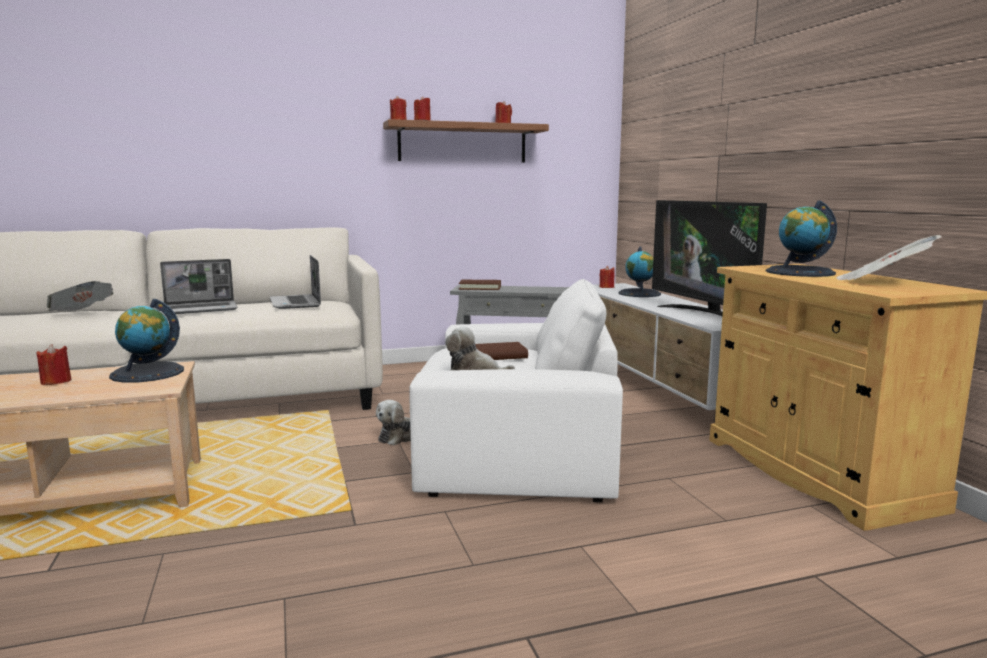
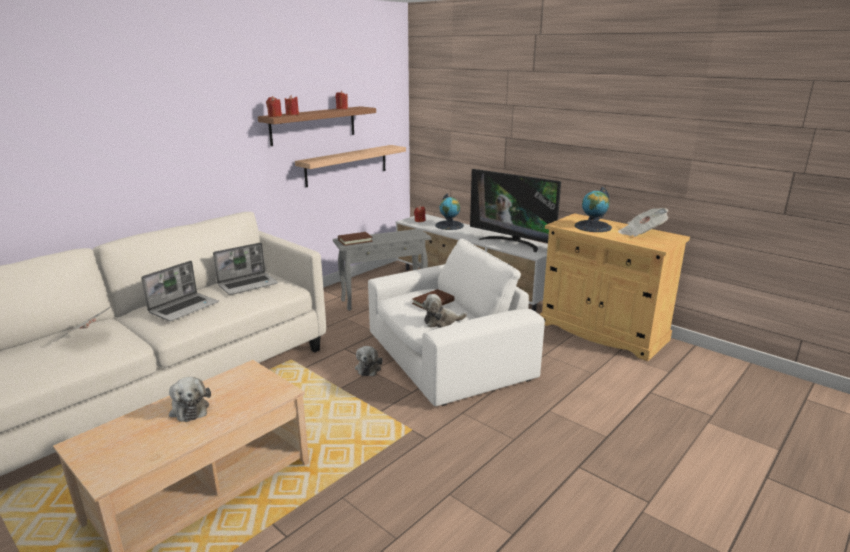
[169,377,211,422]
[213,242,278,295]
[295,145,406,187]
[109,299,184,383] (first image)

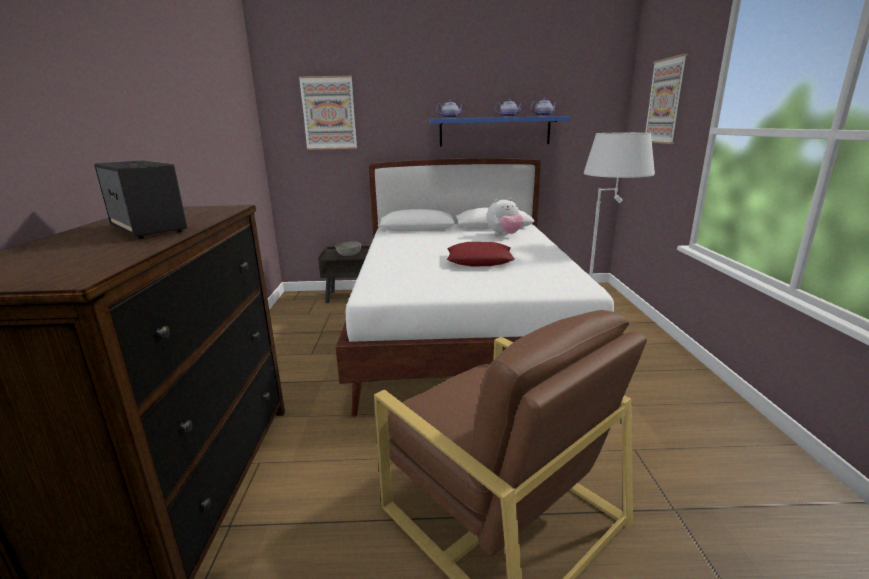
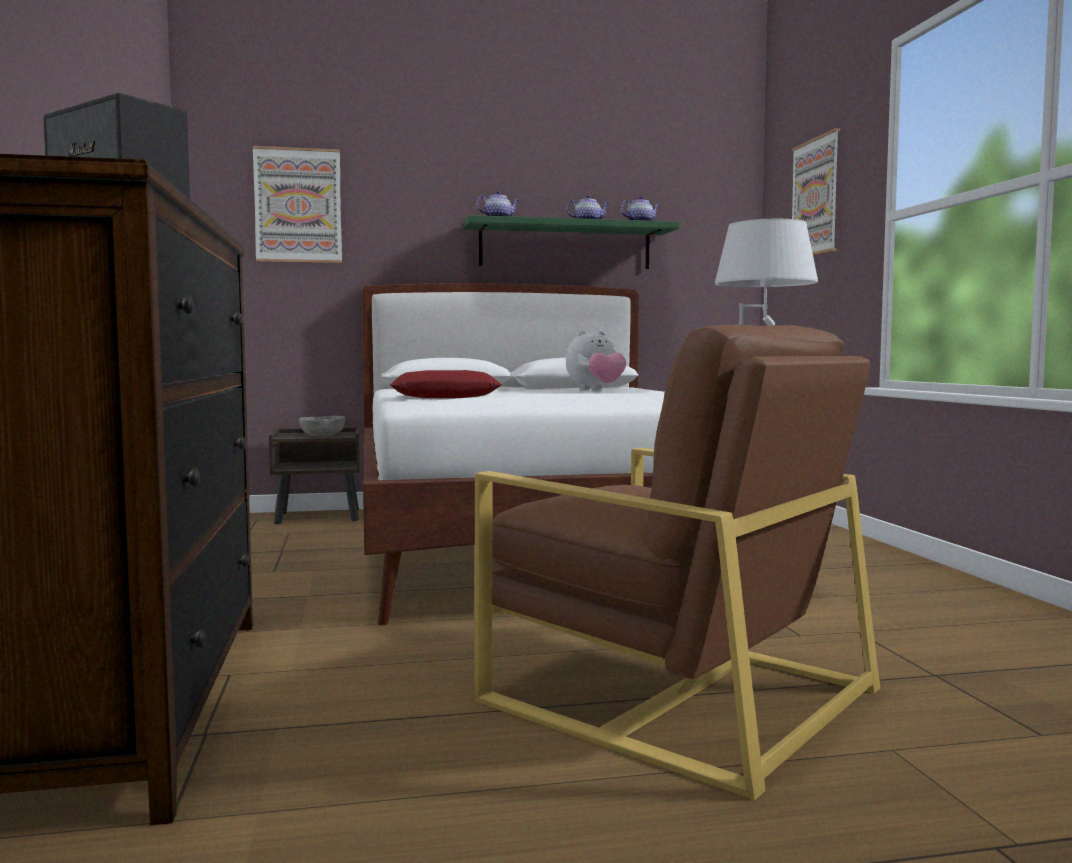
[390,370,502,398]
[463,215,680,269]

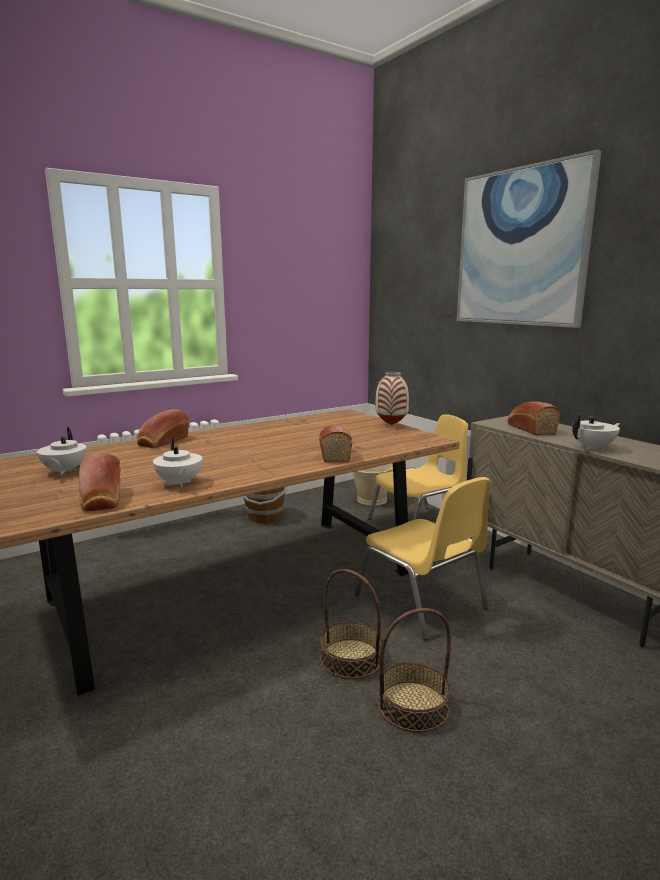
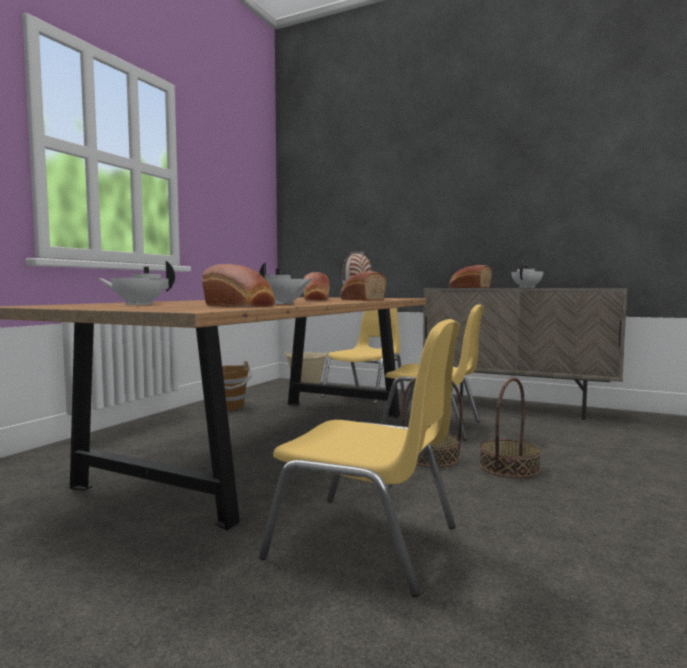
[97,260,175,305]
[259,319,460,597]
[304,272,330,301]
[457,150,601,328] (first image)

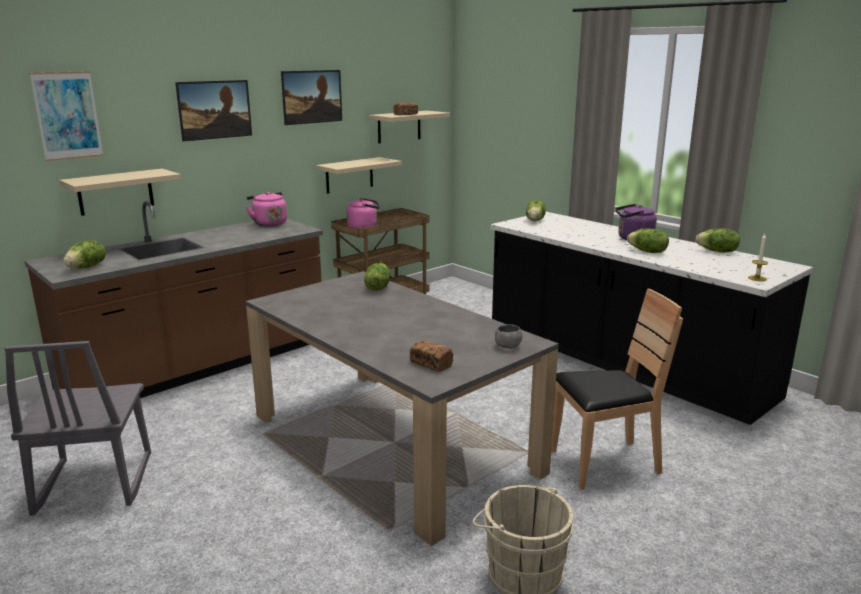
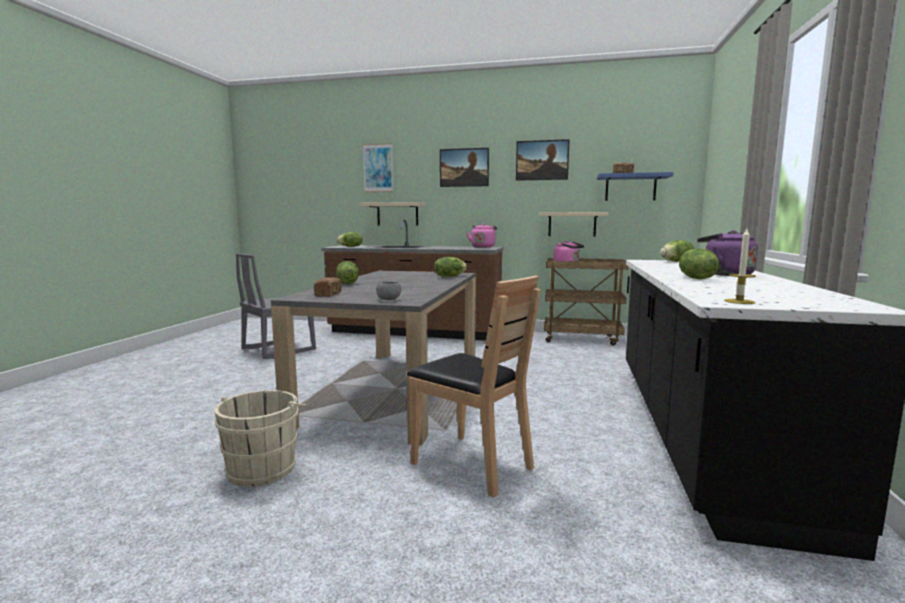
[336,261,359,284]
[597,172,674,201]

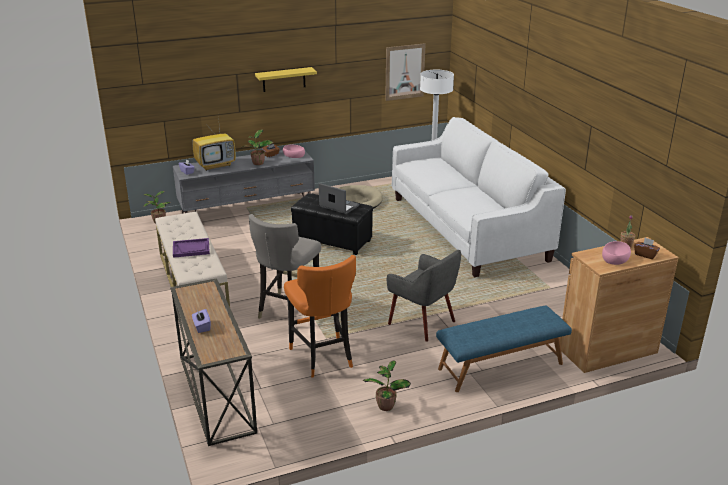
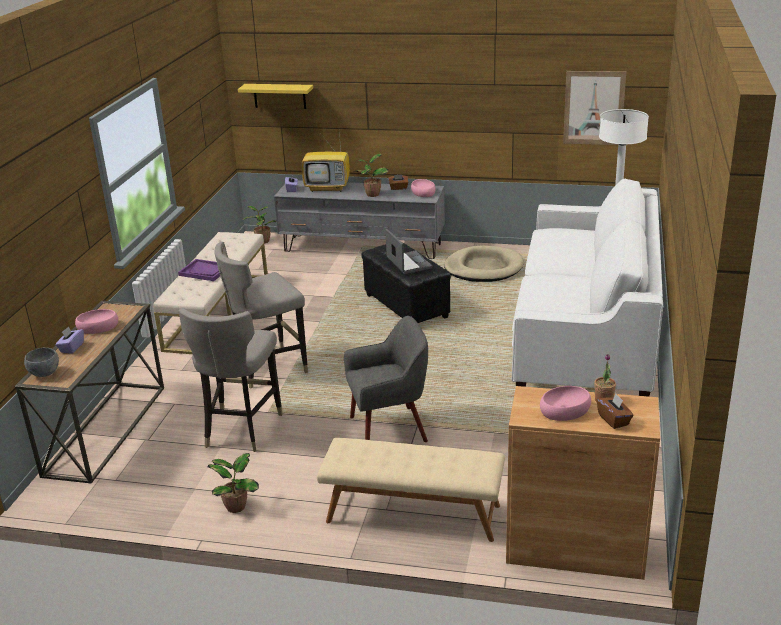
[24,348,59,377]
[75,309,118,334]
[179,308,283,452]
[238,84,313,109]
[317,438,505,542]
[344,316,428,442]

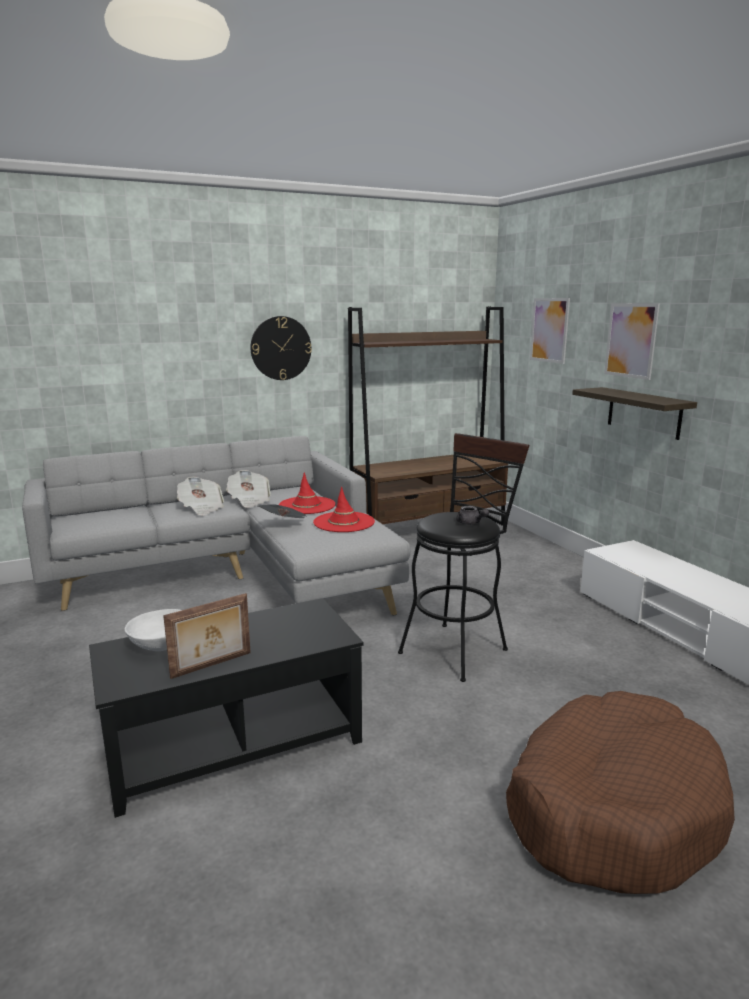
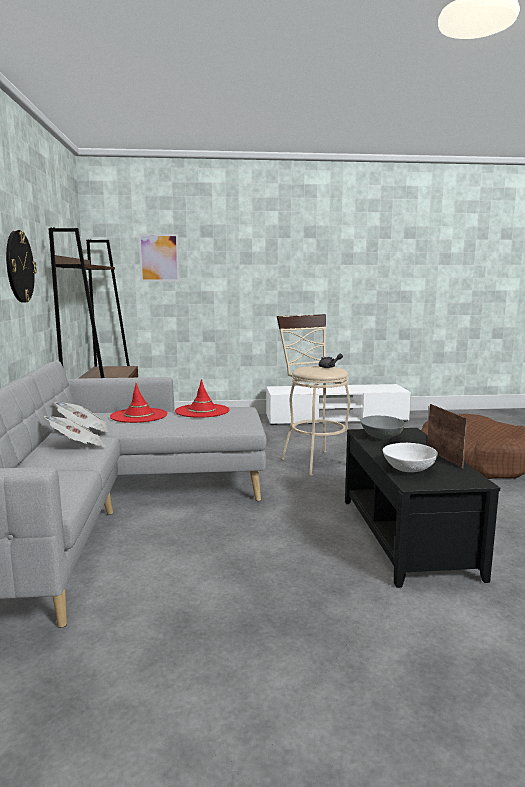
[277,314,350,476]
[361,416,405,439]
[258,504,306,518] (first image)
[572,387,697,440] (first image)
[604,303,660,380] (first image)

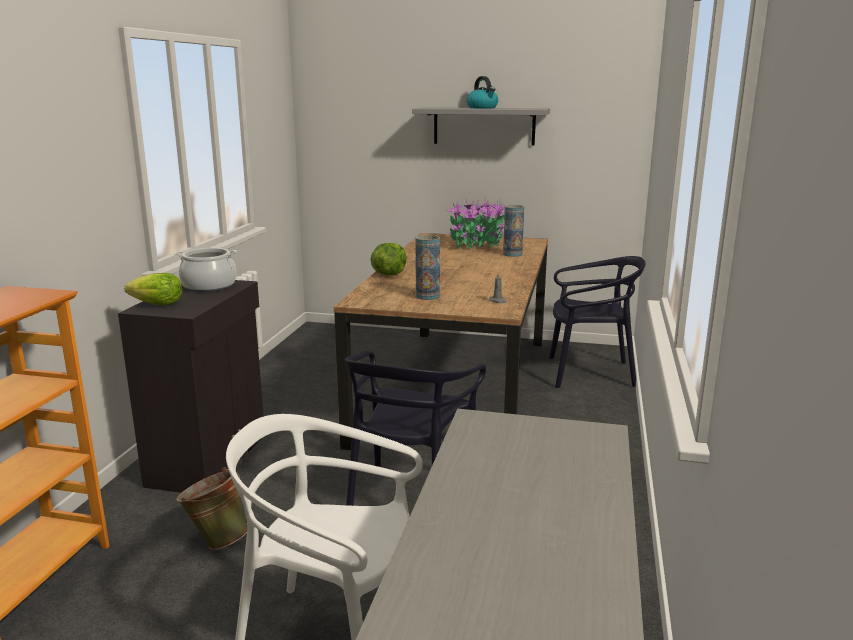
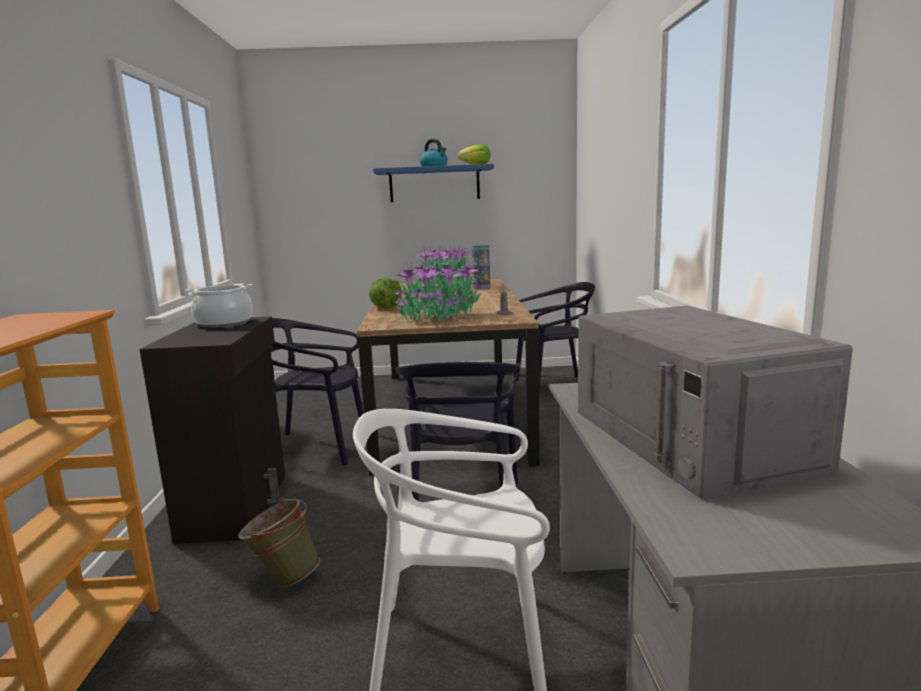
[270,318,364,466]
[373,164,494,202]
[395,260,483,323]
[458,145,490,165]
[578,306,853,500]

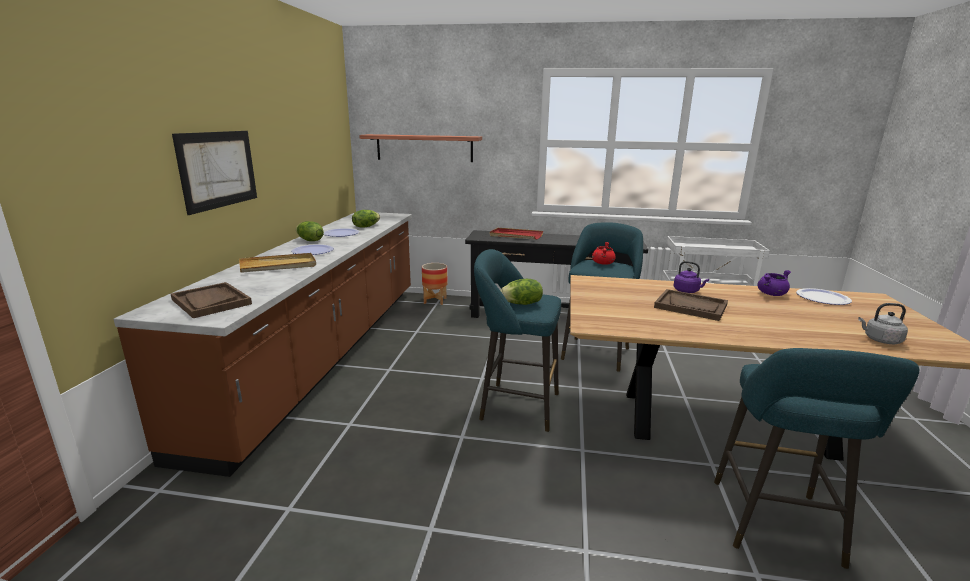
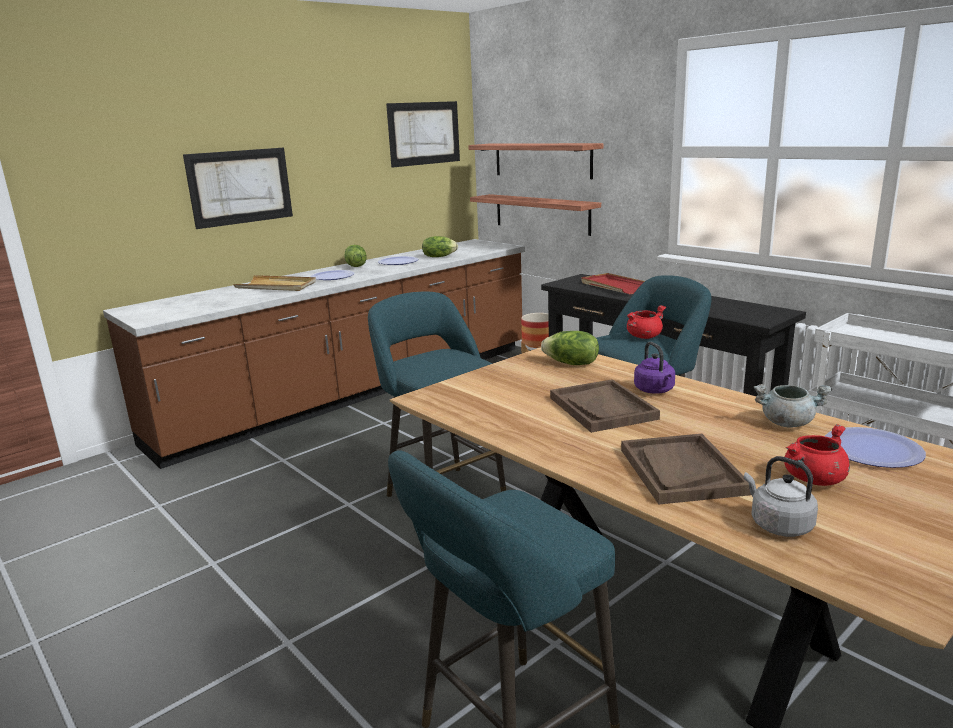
[386,101,460,168]
[470,194,601,236]
[541,331,599,365]
[621,434,751,504]
[754,384,832,427]
[784,424,850,486]

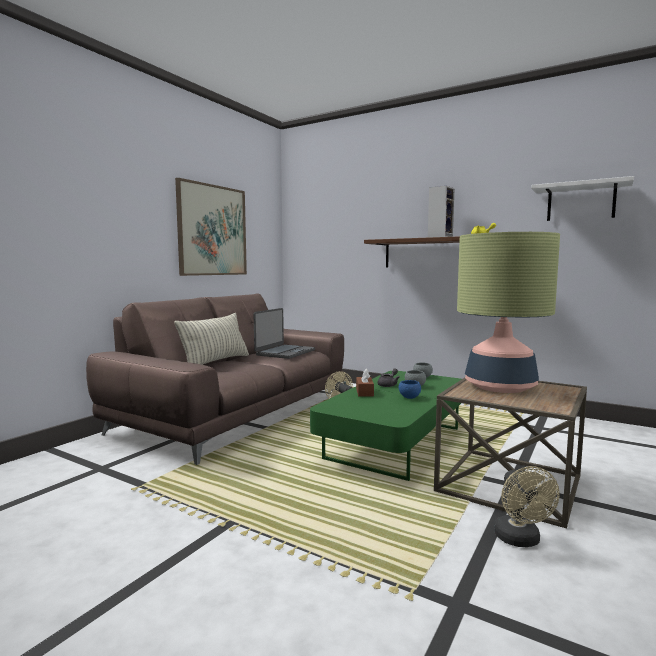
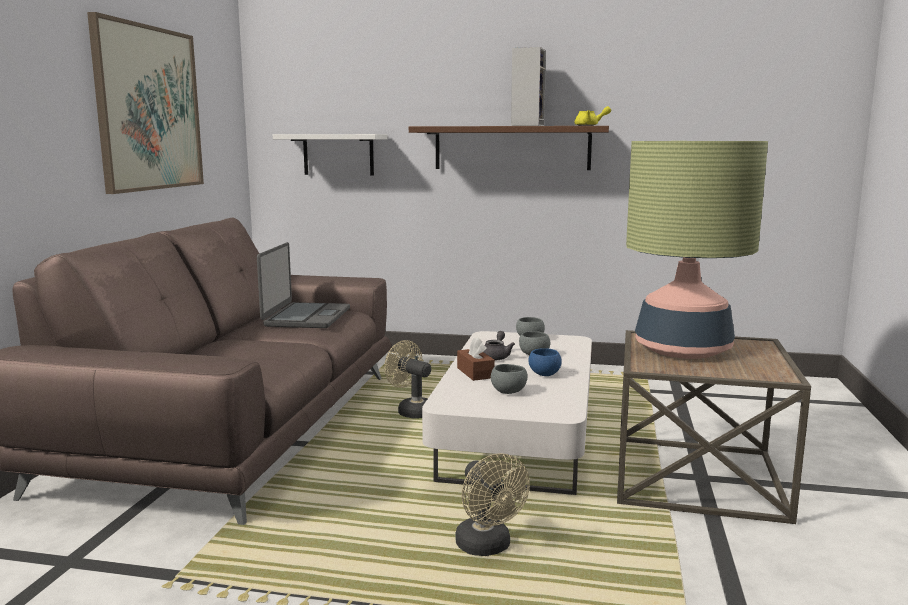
[273,134,388,175]
[422,331,592,495]
[456,453,530,556]
[491,364,528,394]
[174,313,249,365] (first image)

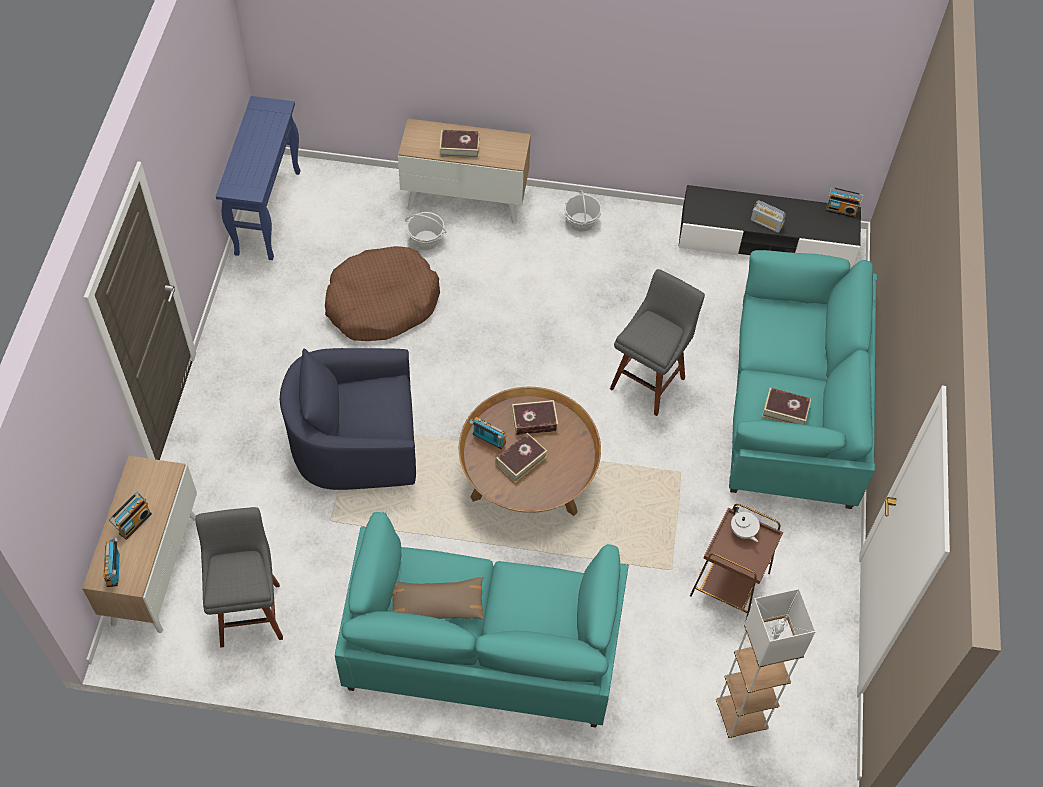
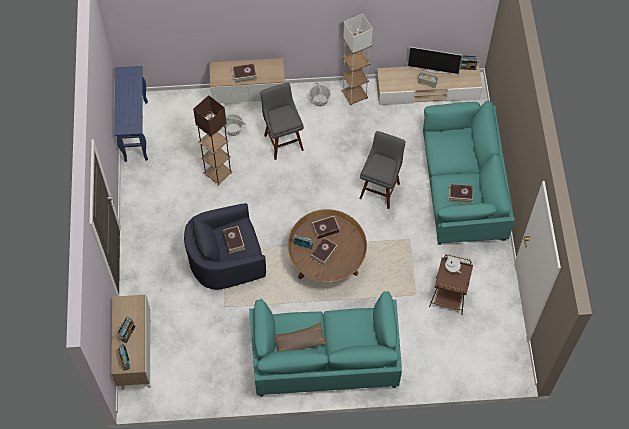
[193,95,232,185]
[223,226,245,254]
[260,82,304,160]
[341,14,373,105]
[376,63,482,105]
[407,47,463,74]

